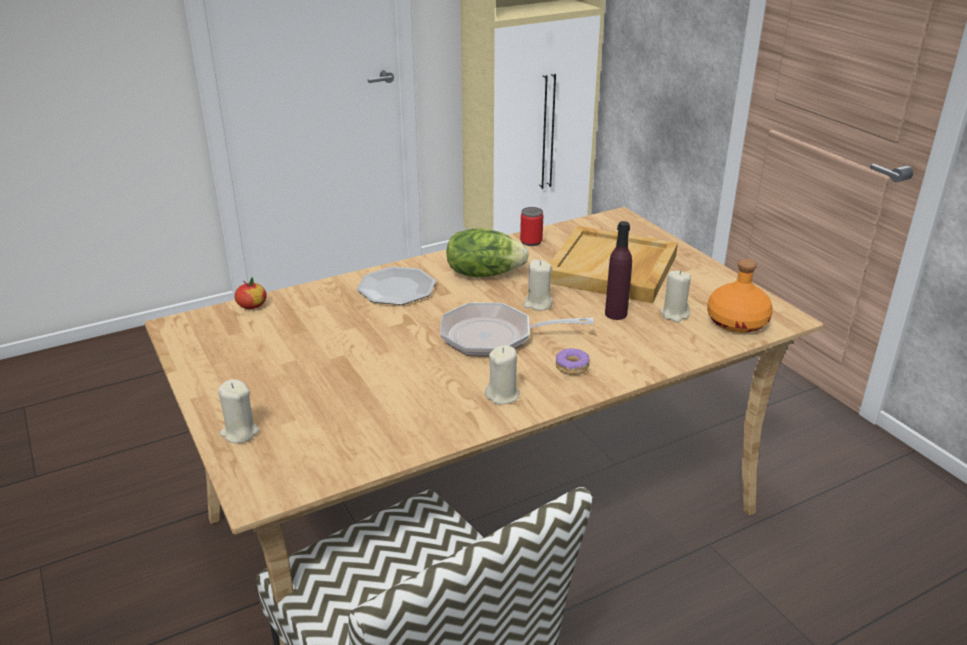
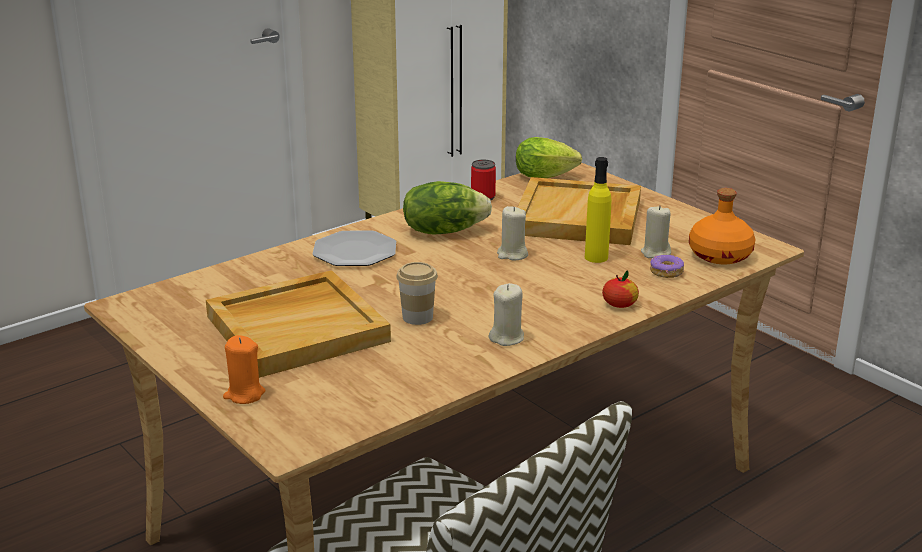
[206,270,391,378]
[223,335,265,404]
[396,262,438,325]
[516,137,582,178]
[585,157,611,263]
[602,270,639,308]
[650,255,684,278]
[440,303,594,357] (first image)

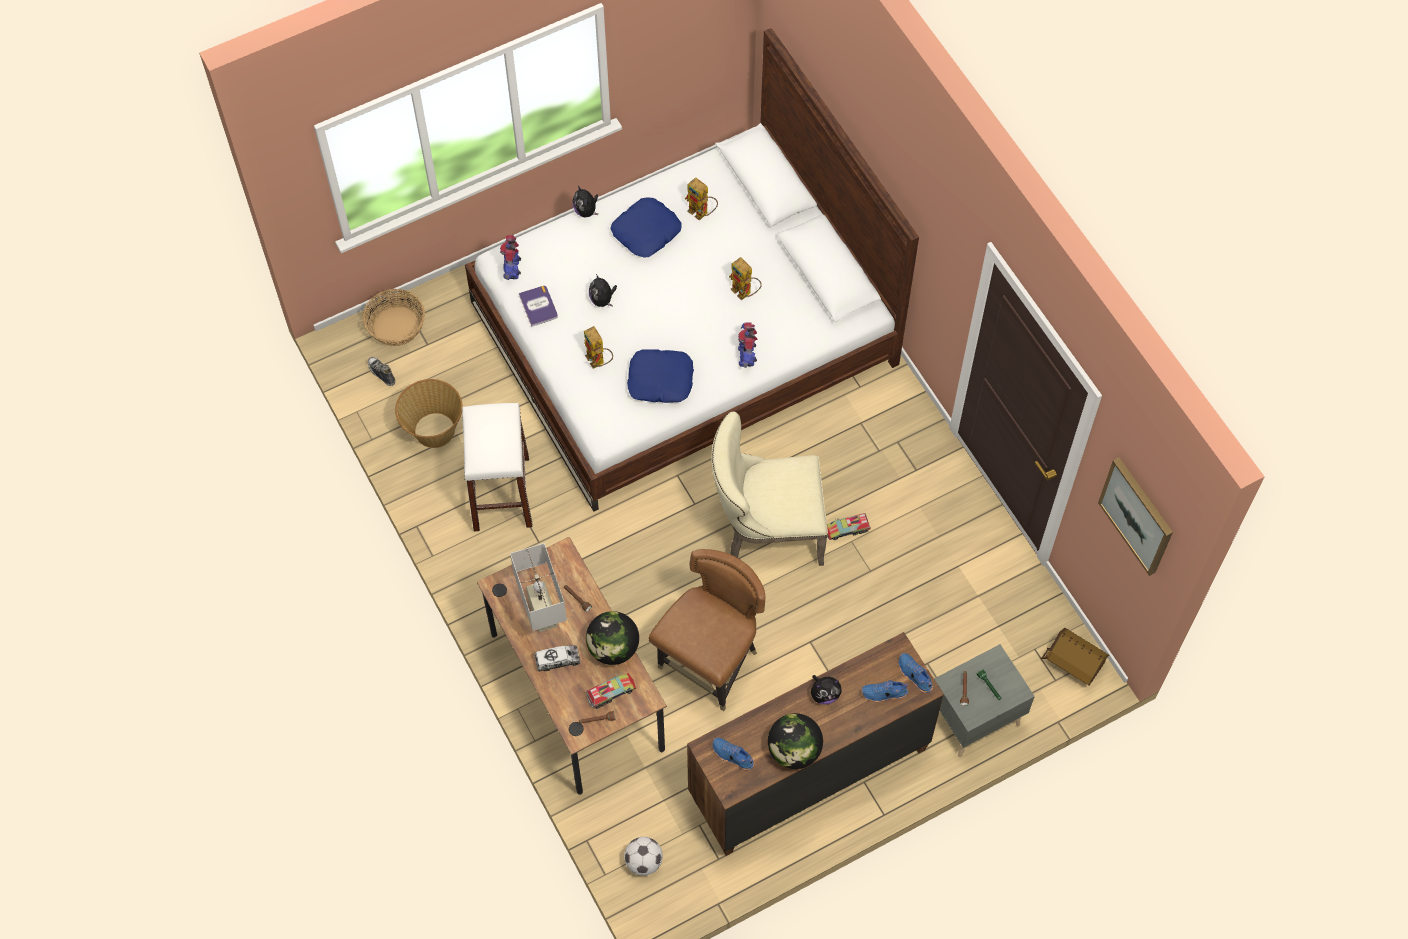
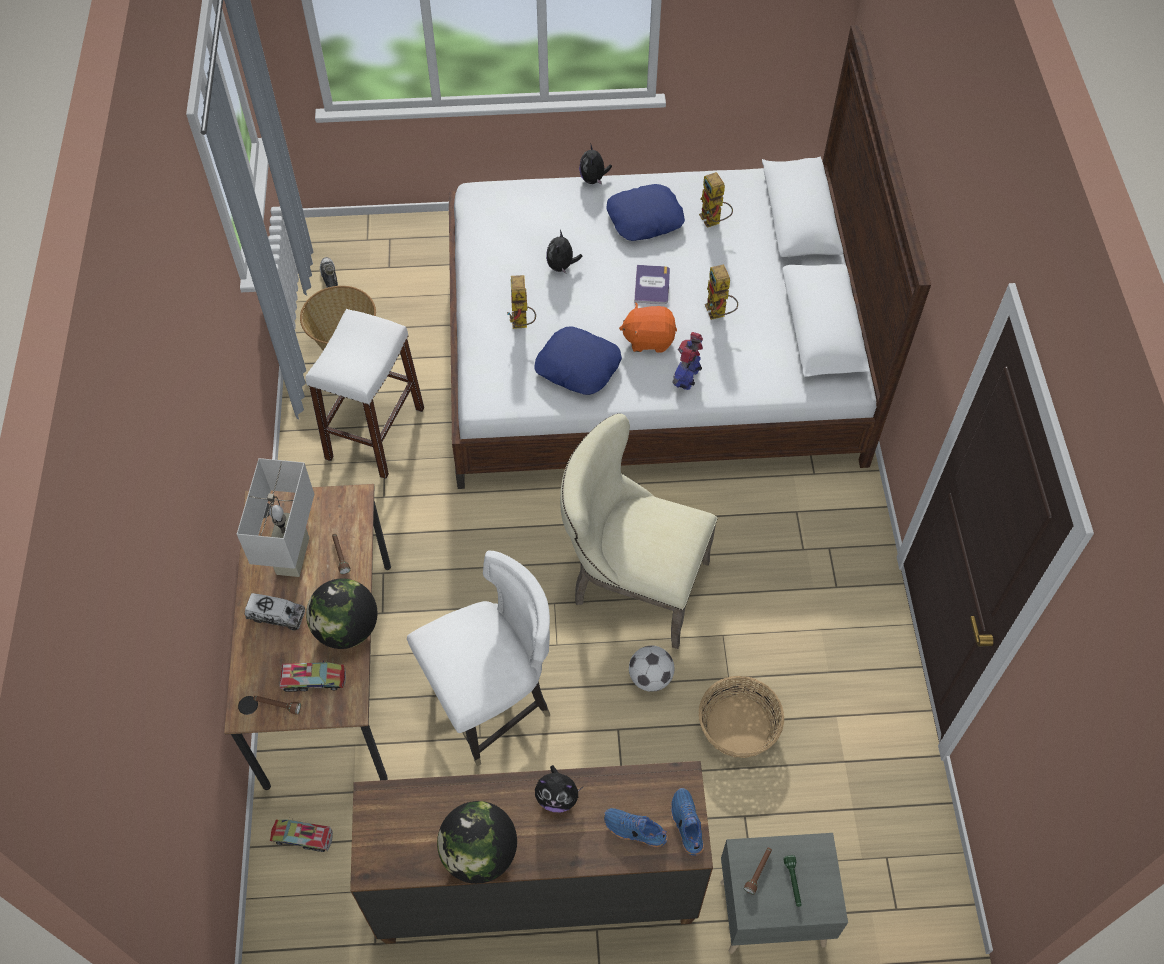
[270,818,333,852]
[407,550,550,766]
[619,302,677,353]
[629,646,674,692]
[634,265,670,304]
[699,676,784,758]
[500,235,521,280] (first image)
[712,738,755,770] (first image)
[1040,628,1110,686] (first image)
[1098,458,1173,576] (first image)

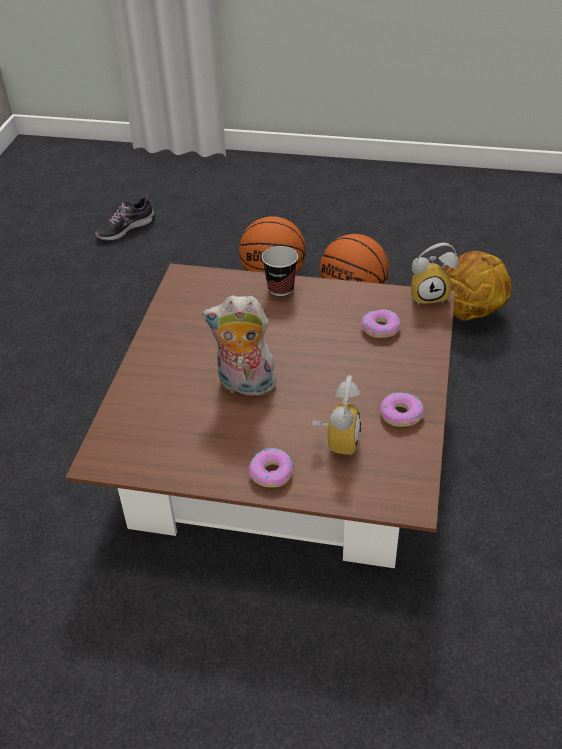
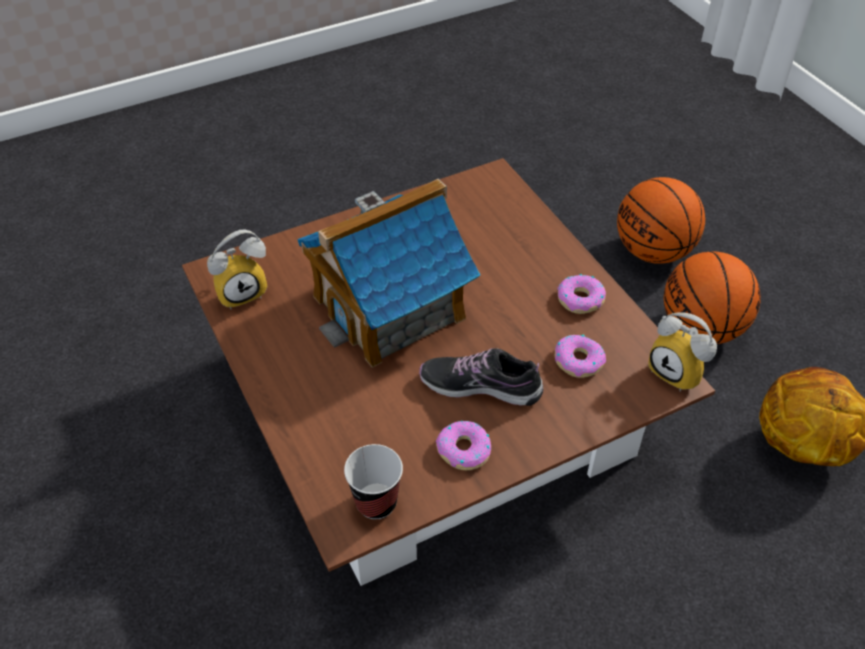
[207,229,268,310]
[297,178,481,368]
[344,444,403,519]
[419,348,543,406]
[557,274,606,314]

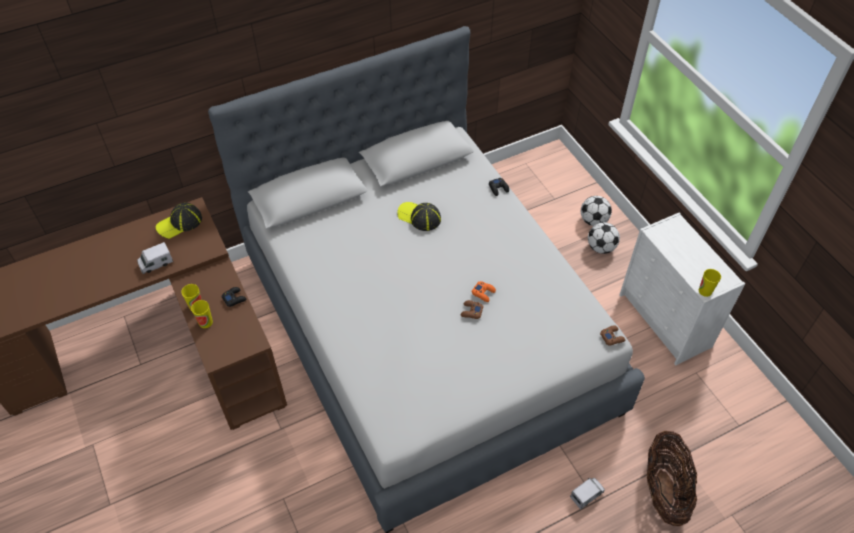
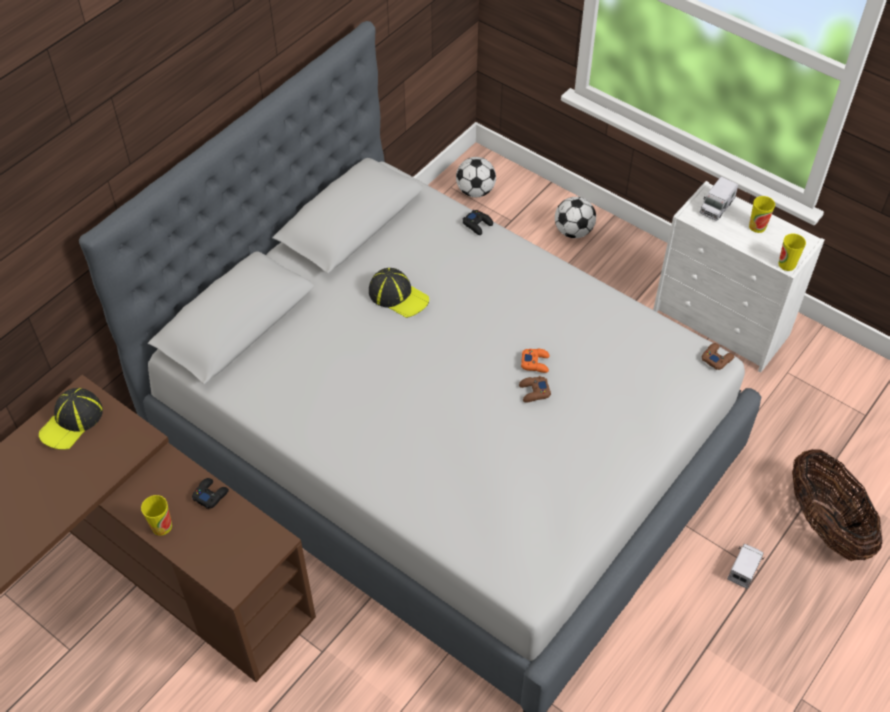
[369,268,429,318]
[456,157,496,197]
[700,177,738,221]
[749,196,775,233]

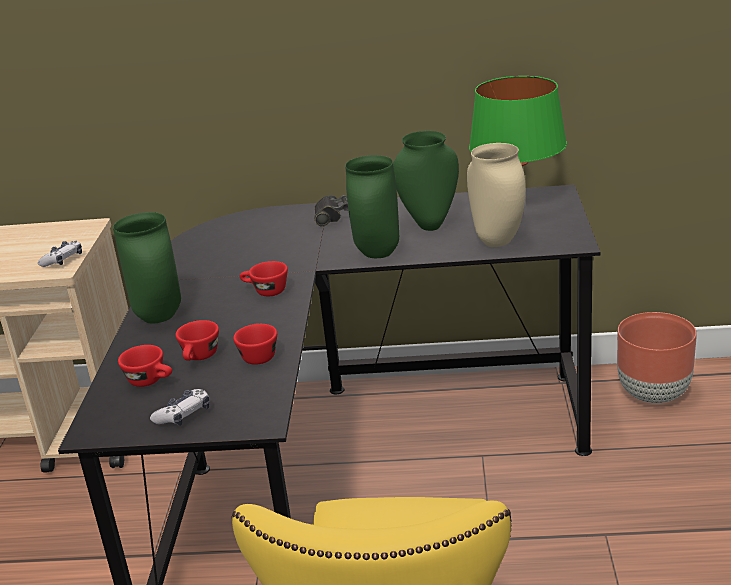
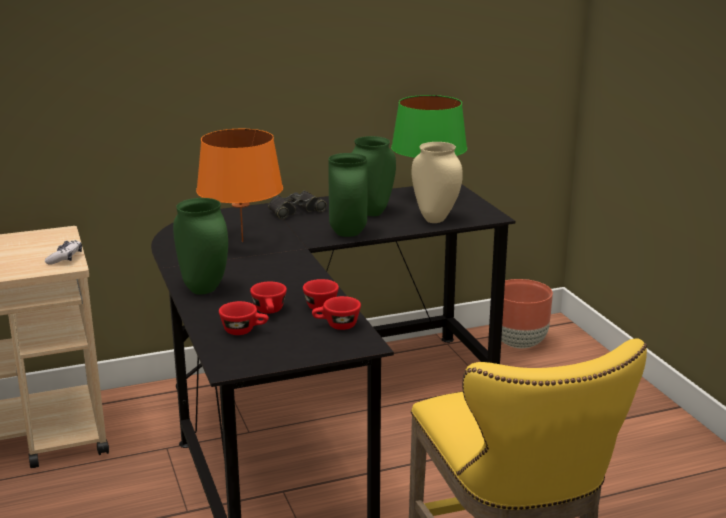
[196,129,283,242]
[312,296,361,330]
[150,389,210,426] (first image)

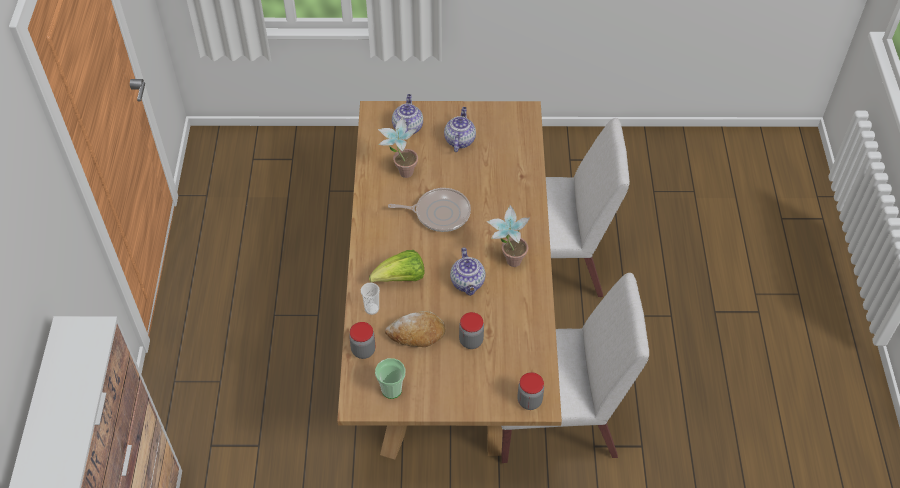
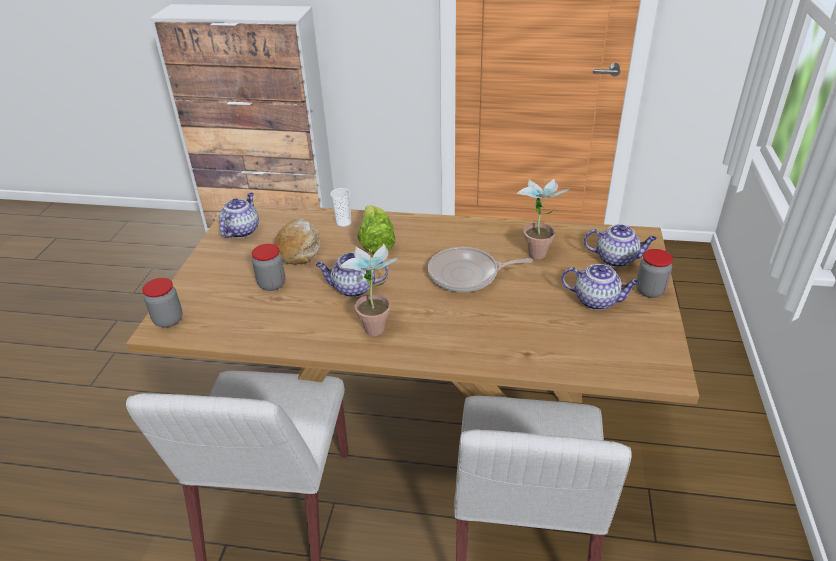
[219,192,259,238]
[428,247,533,292]
[636,249,673,298]

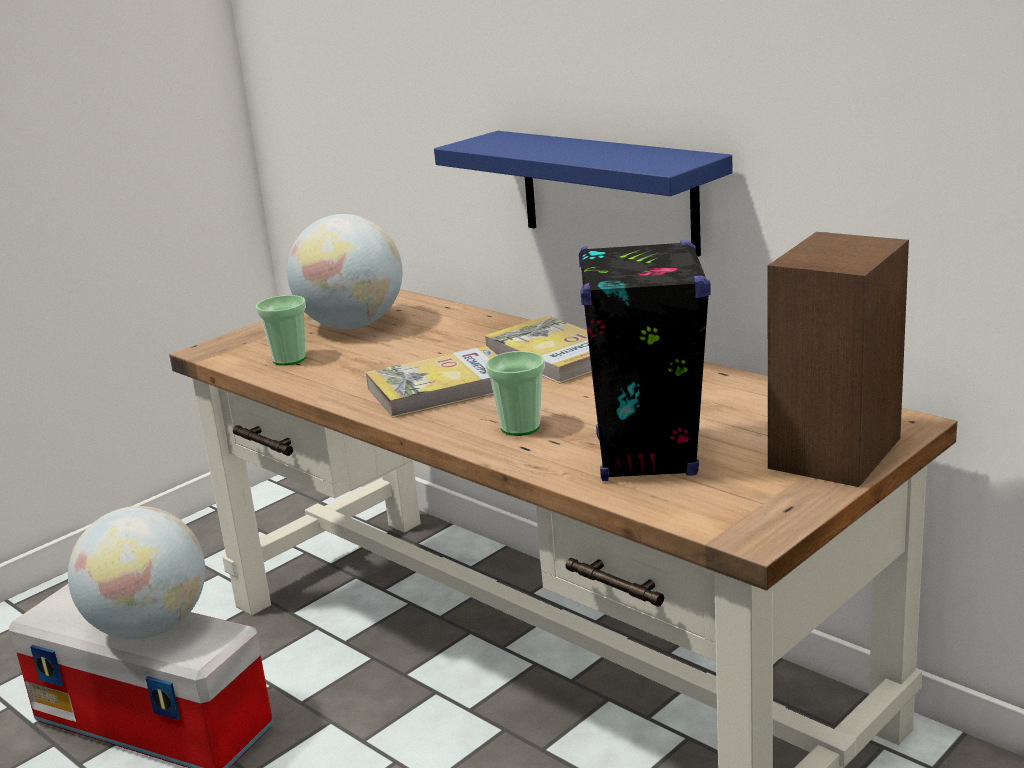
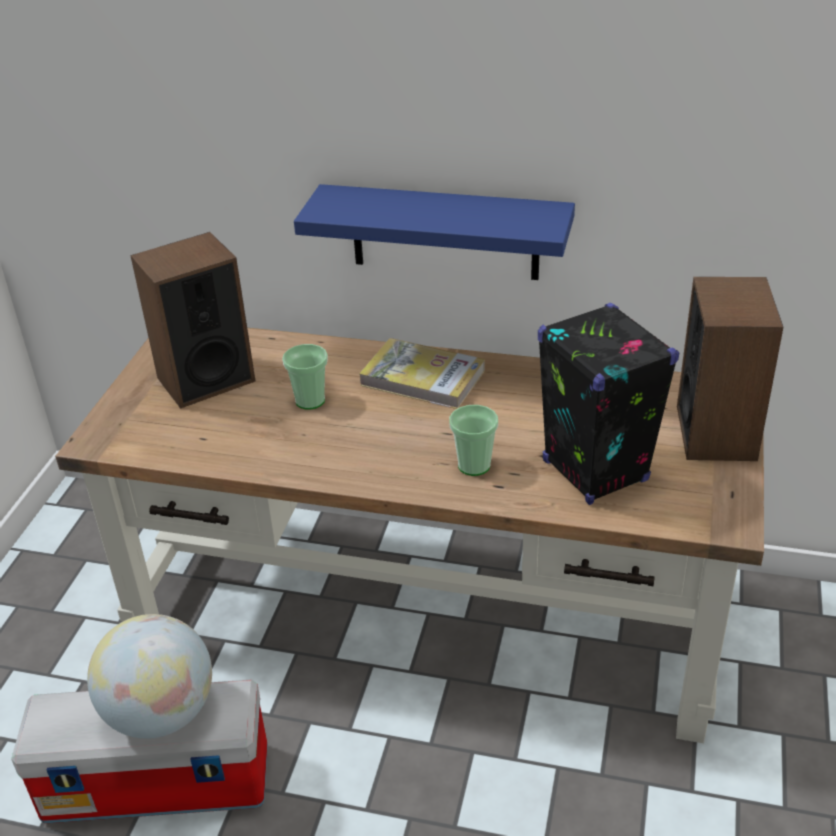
[130,232,255,409]
[282,344,328,410]
[366,346,497,418] (first image)

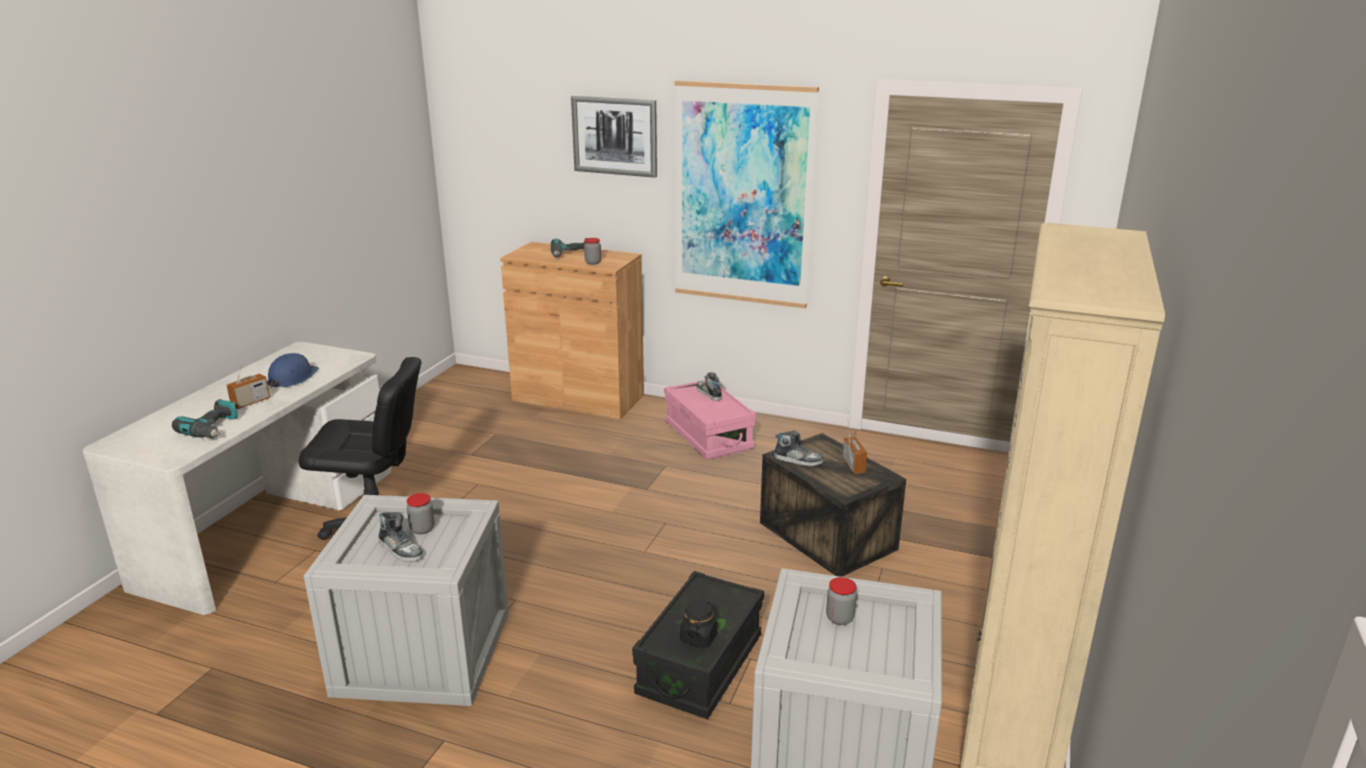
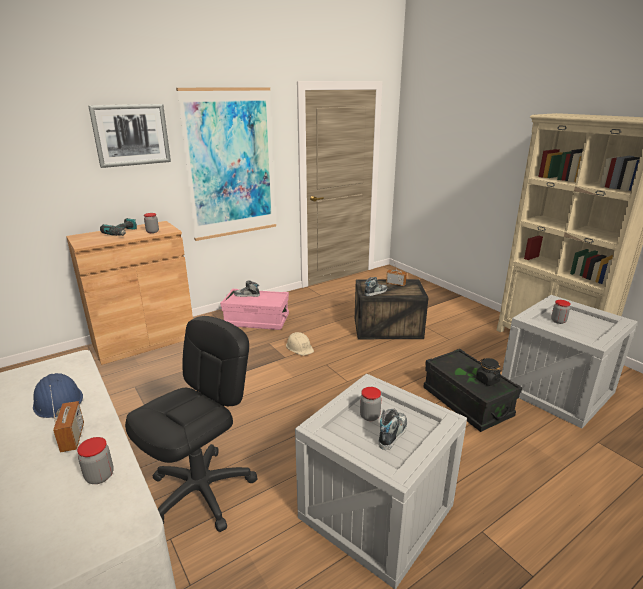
[77,437,114,484]
[286,332,314,356]
[379,408,407,450]

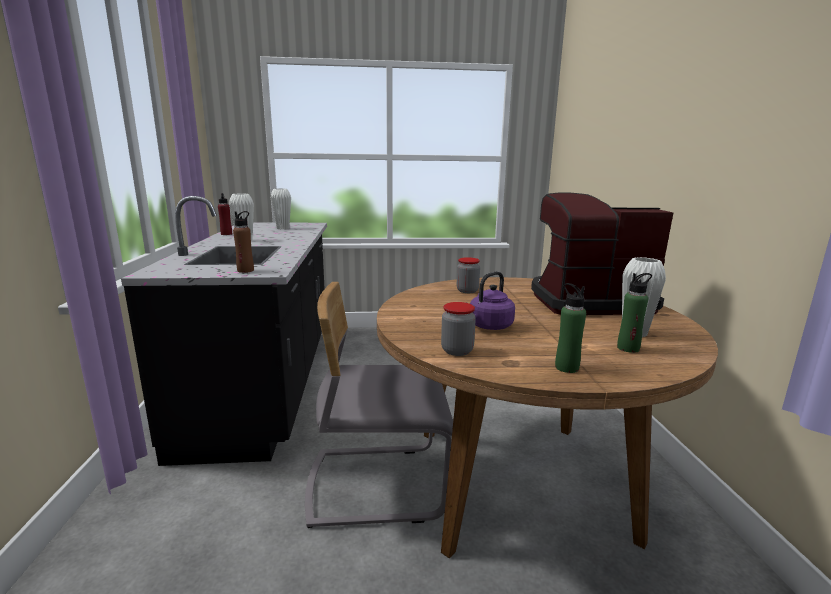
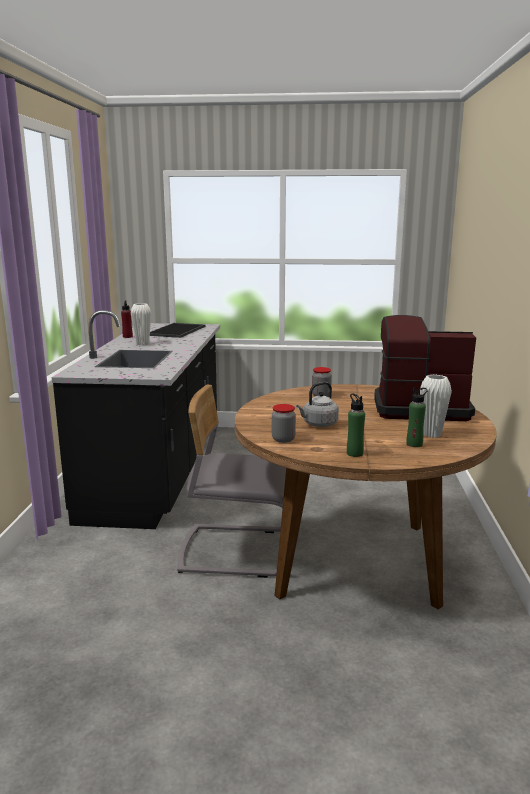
[150,323,206,338]
[296,382,339,427]
[233,211,254,273] (first image)

